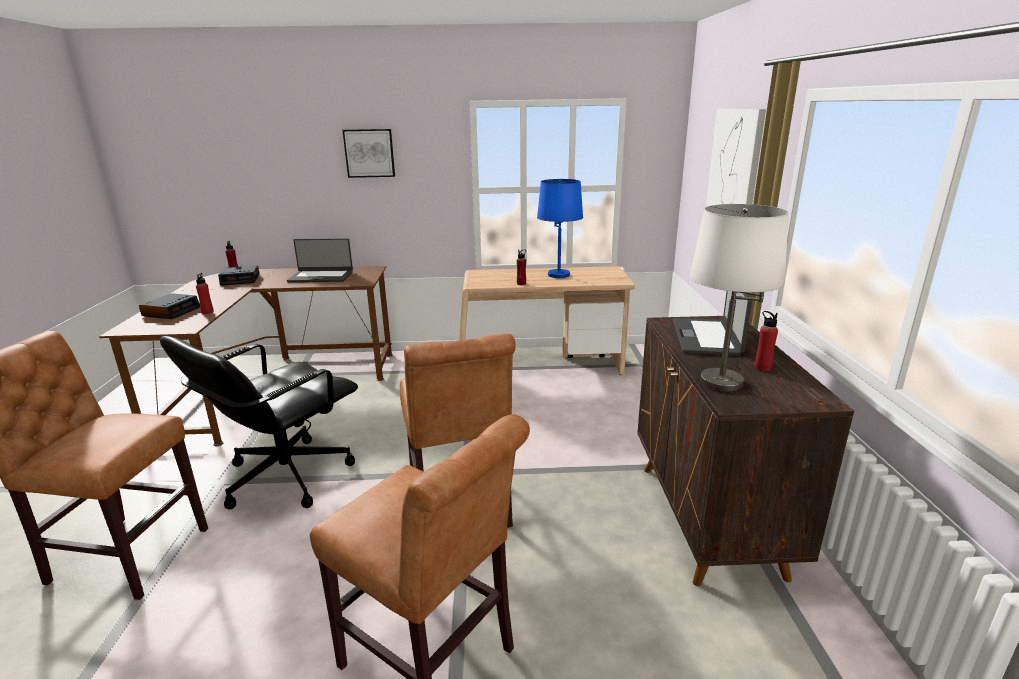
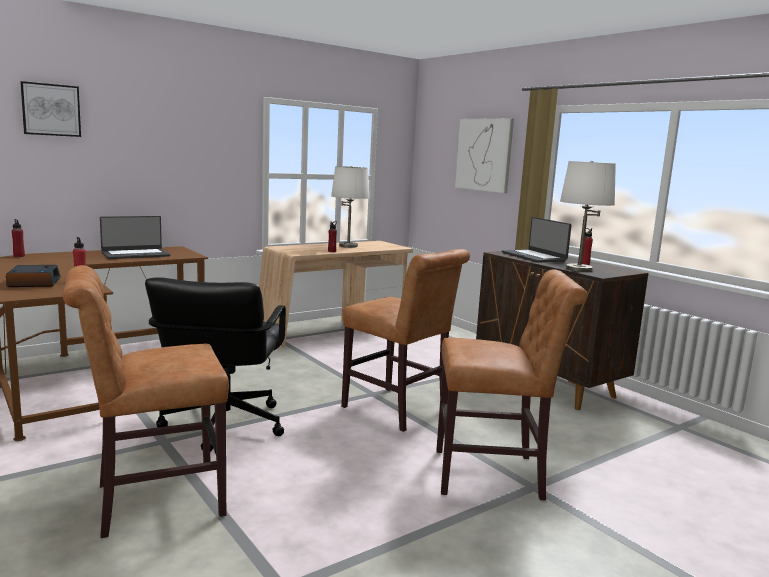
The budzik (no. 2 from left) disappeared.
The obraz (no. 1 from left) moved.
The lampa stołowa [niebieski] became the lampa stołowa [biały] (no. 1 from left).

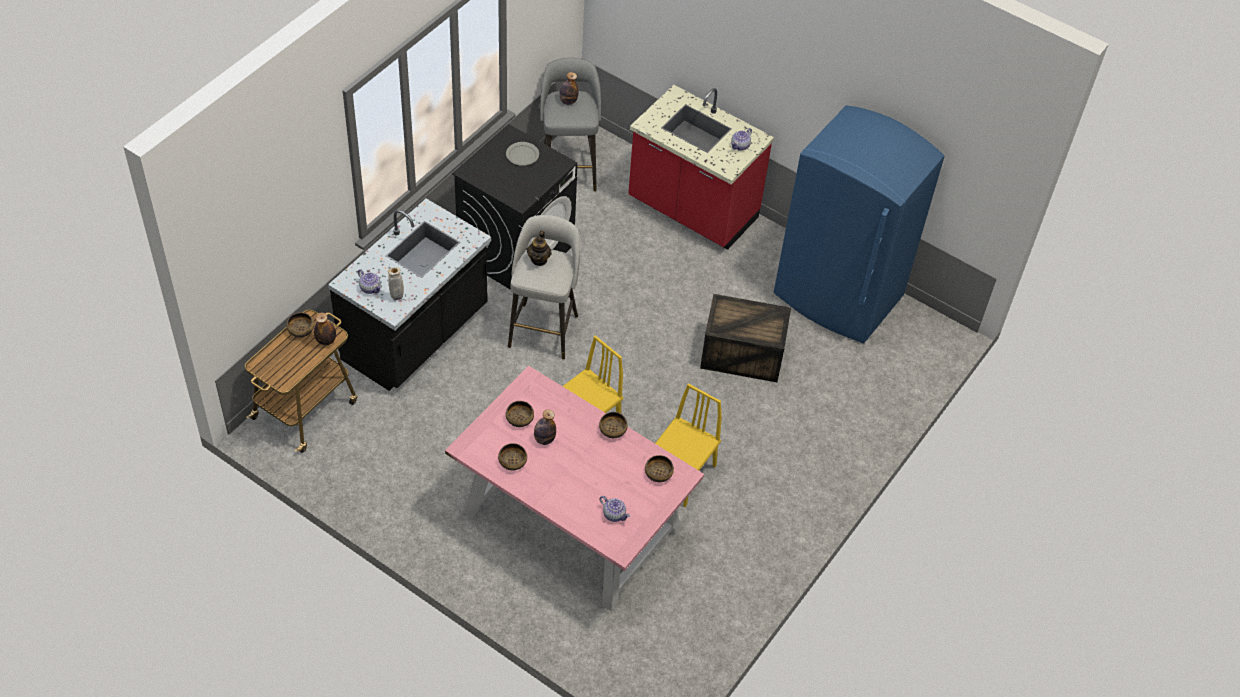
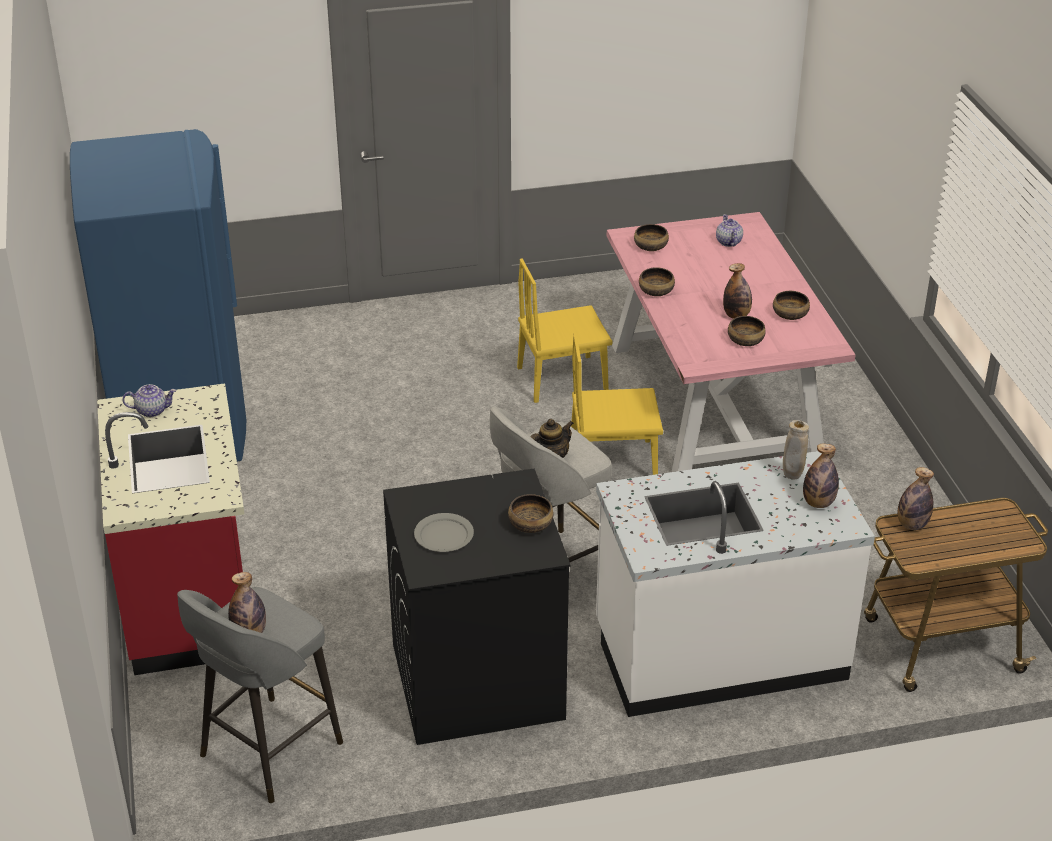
The miska (no. 1 from left) moved.
The zabudowa kuchenna [czarny] became the zabudowa kuchenna [biały].
The imbryk (no. 1 from left) was replaced by the butelka (no. 3 from left).
The skrzynka disappeared.

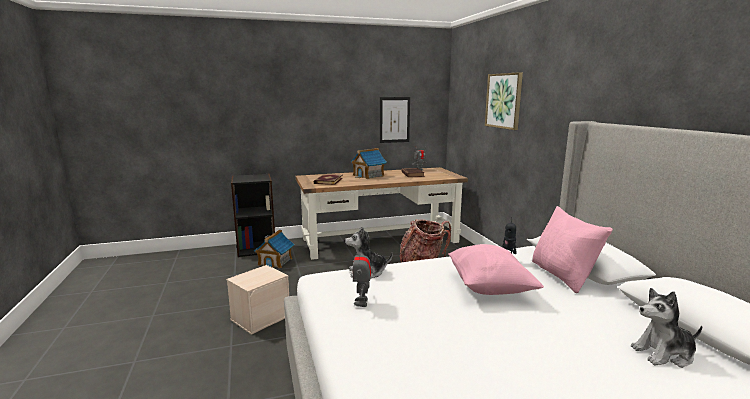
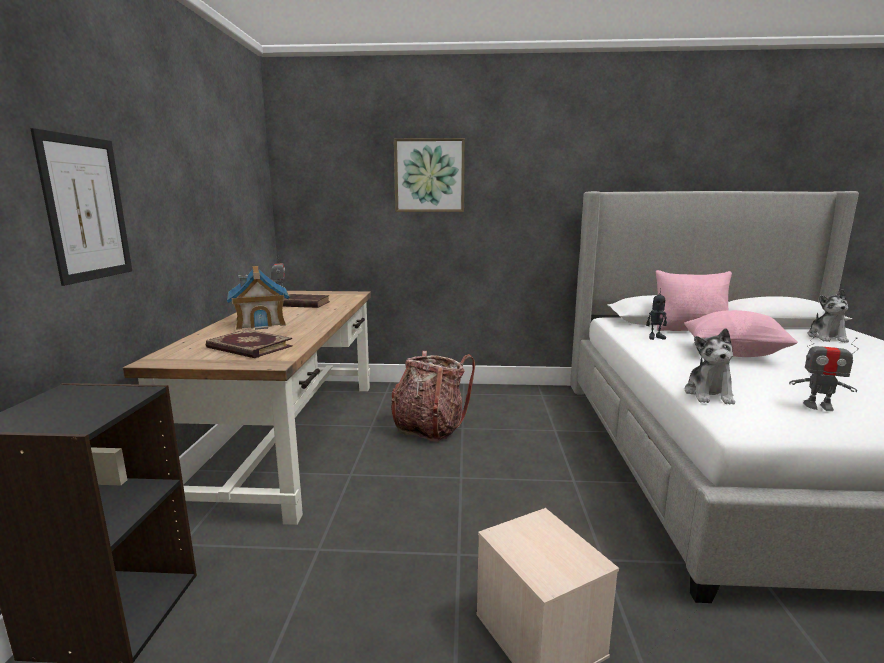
The domek (no. 1 from left) disappeared.
The obraz (no. 1 from left) moved.

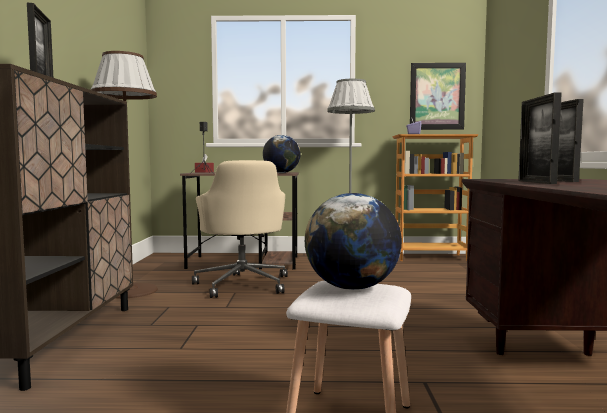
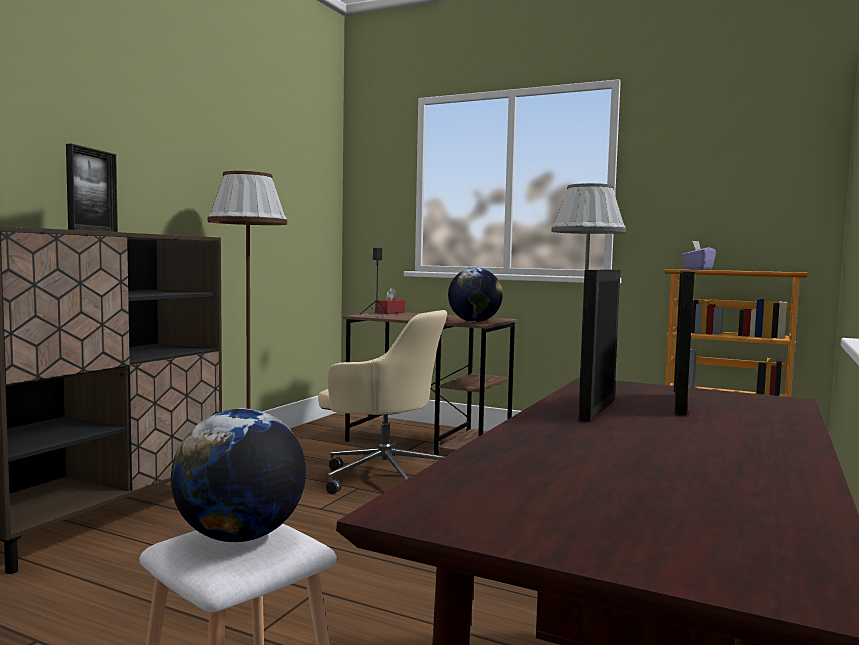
The krzesło biurowe [beżowy] turned 75 degrees counterclockwise.
The obraz disappeared.

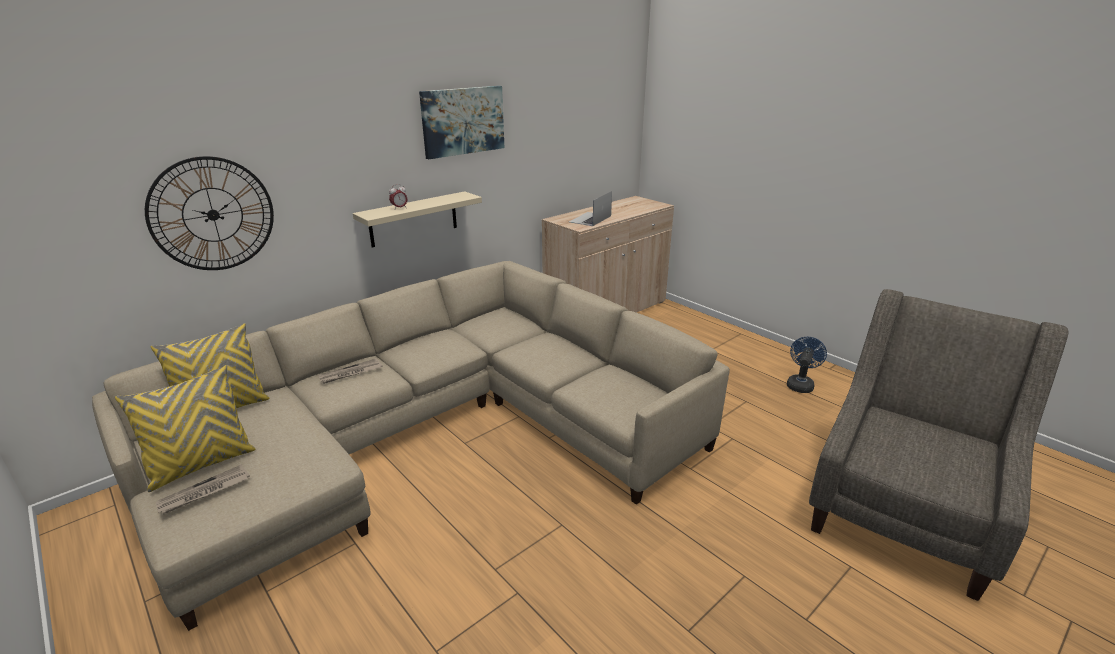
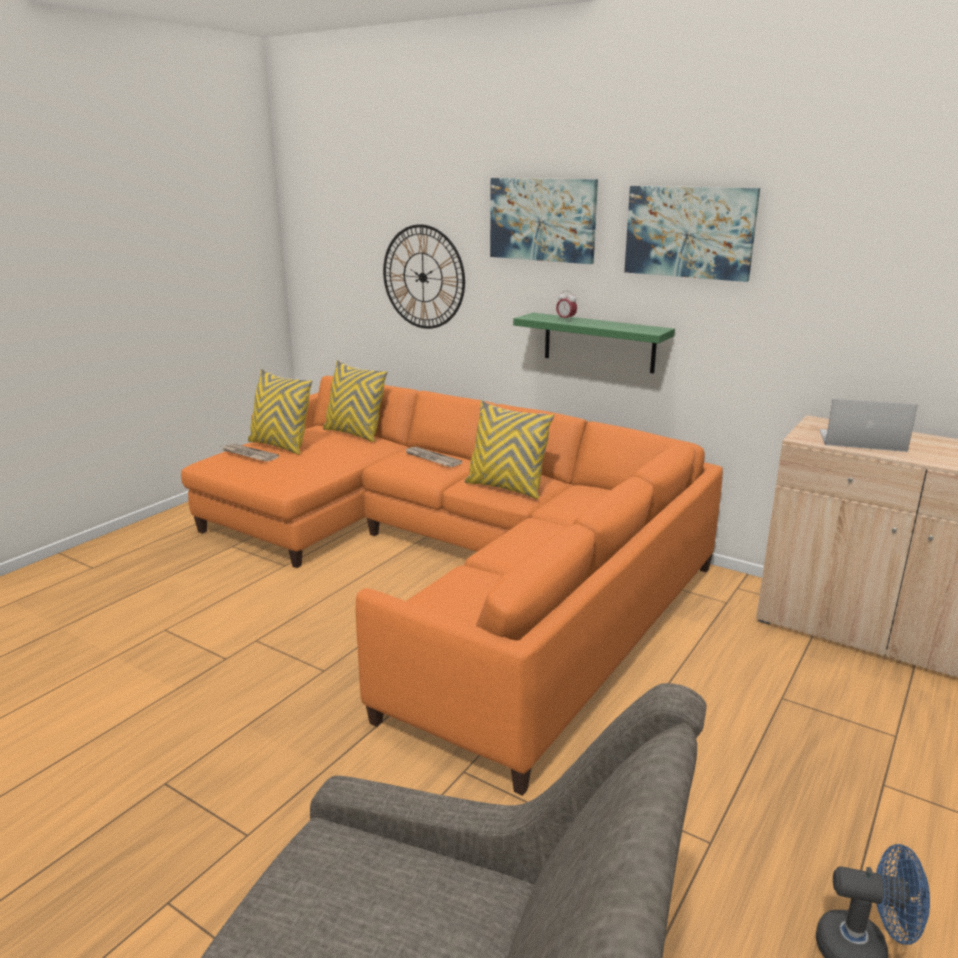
The kanapa [beżowy] became the kanapa [pomarańczowy].
The półka [beżowy] became the półka [zielony].
The poduszka [żółty] (no. 3 from left) appeared.
The obraz (no. 1 from left) appeared.

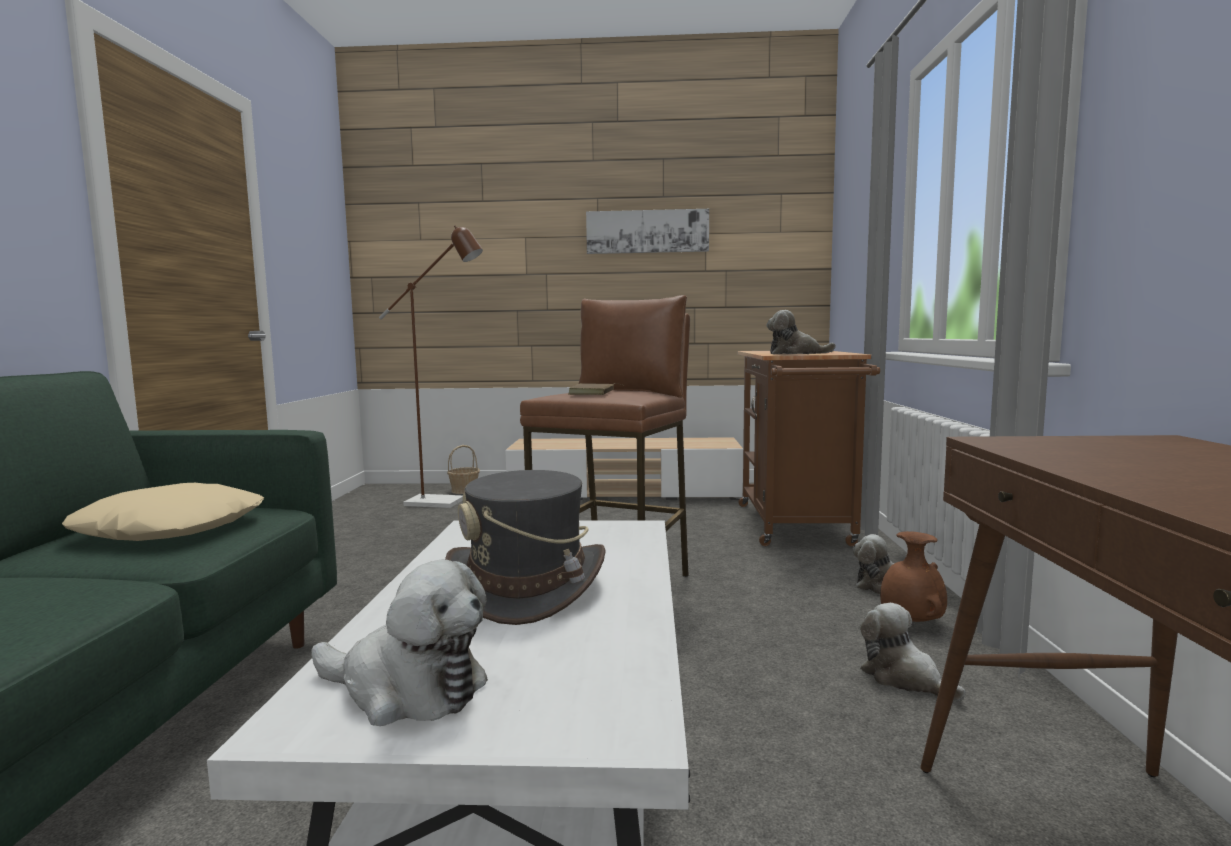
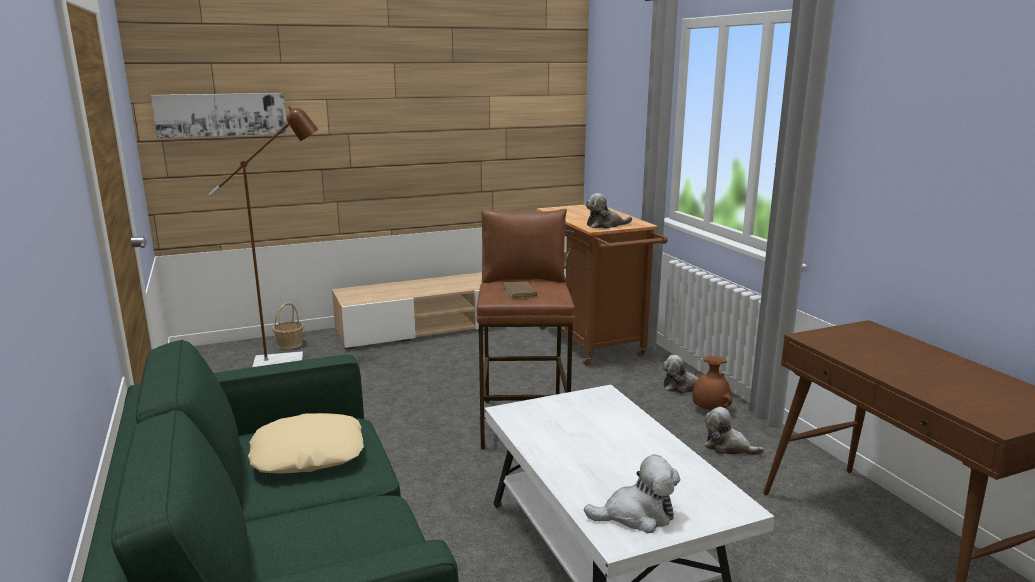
The kapelusz [szary] disappeared.
The obraz moved.

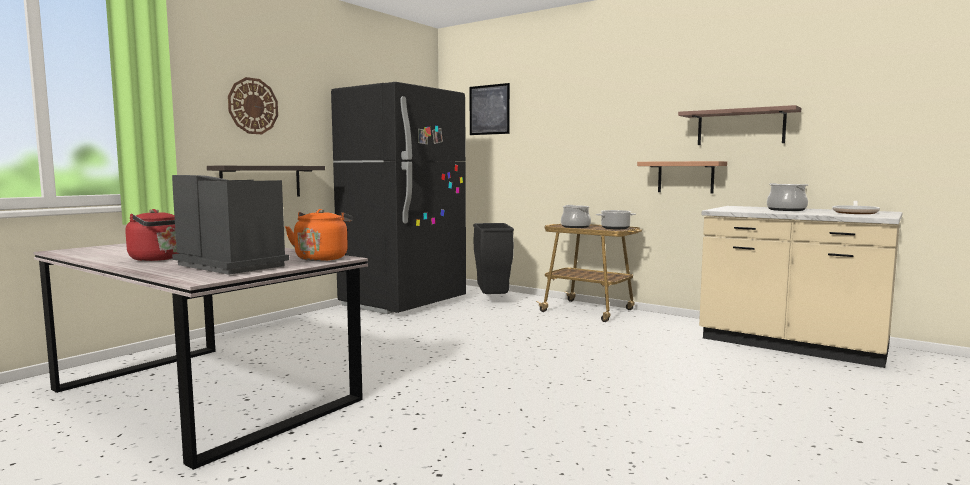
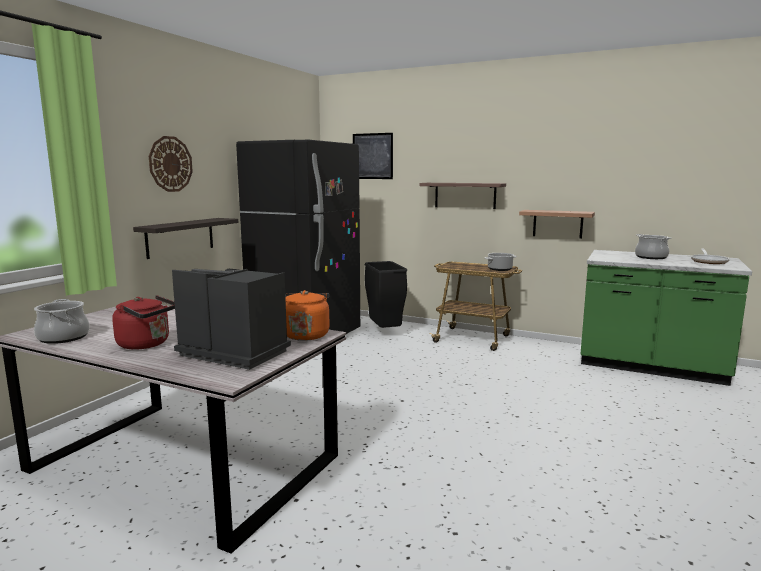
The garnek (no. 1 from left) moved.
The półka (no. 3 from left in the first image) moved.
The zabudowa kuchenna [beżowy] became the zabudowa kuchenna [zielony].

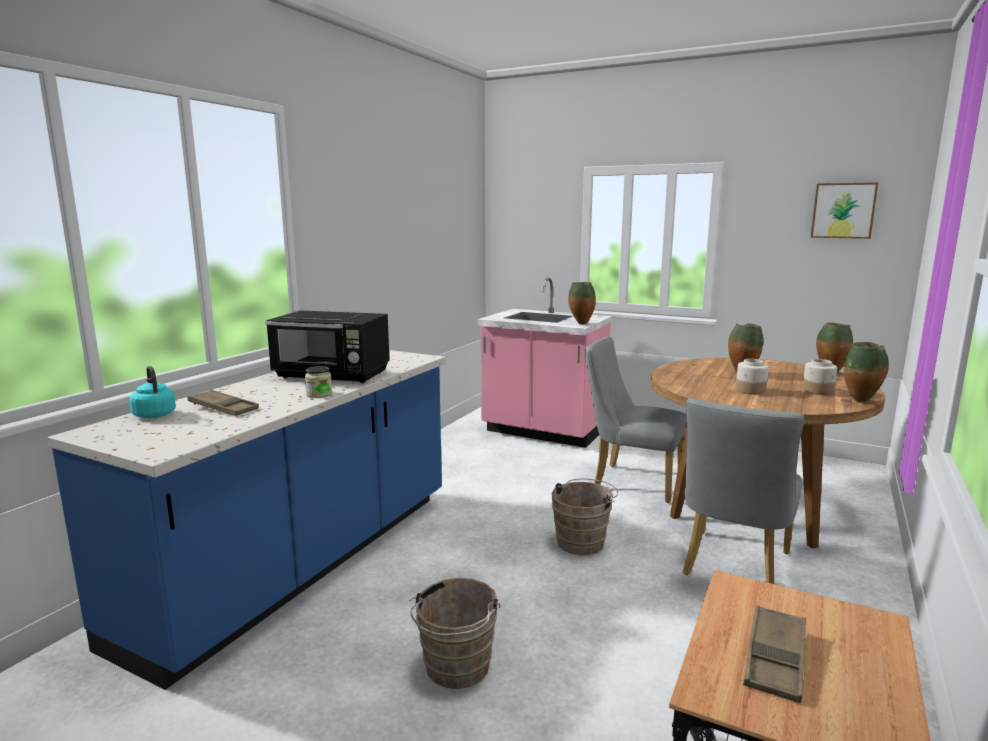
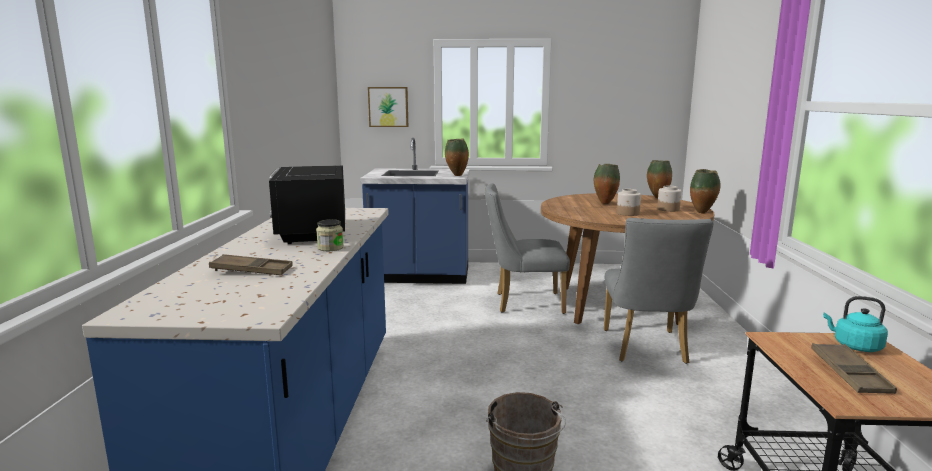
The czajnik [turkusowy] moved.
The mikrofalówka [czarny] turned 90 degrees clockwise.
The zabudowa kuchenna [różowy] became the zabudowa kuchenna [niebieski] (no. 2 from left).
The wiadro [brązowy] (no. 2 from left) disappeared.
The obraz moved.

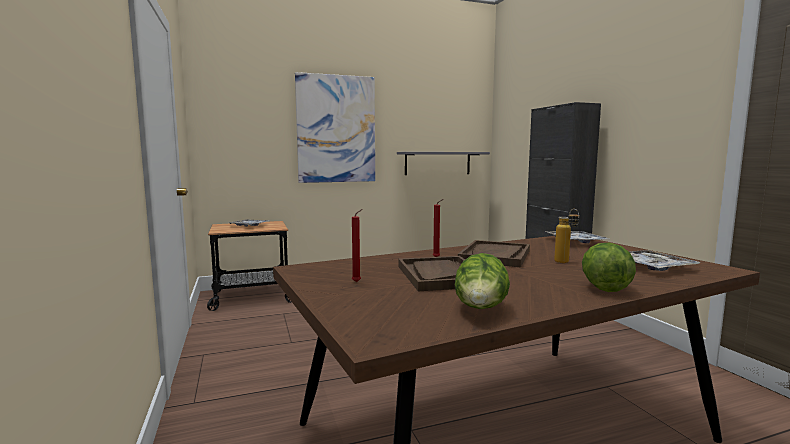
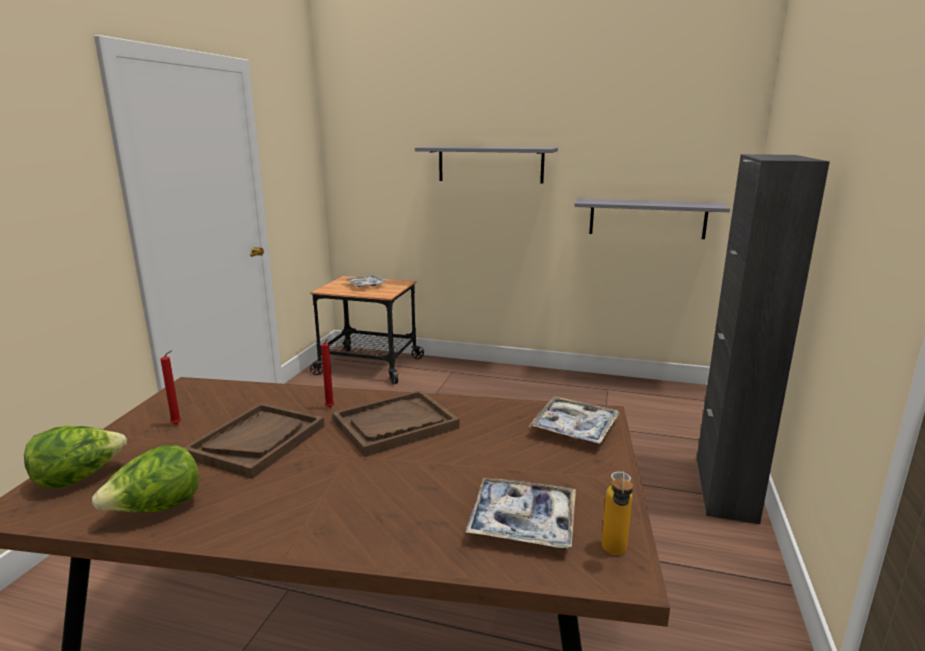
The obraz was replaced by the półka [szary] (no. 1 from left).
The butelka moved.
The sałata (no. 2 from left in the first image) moved.

